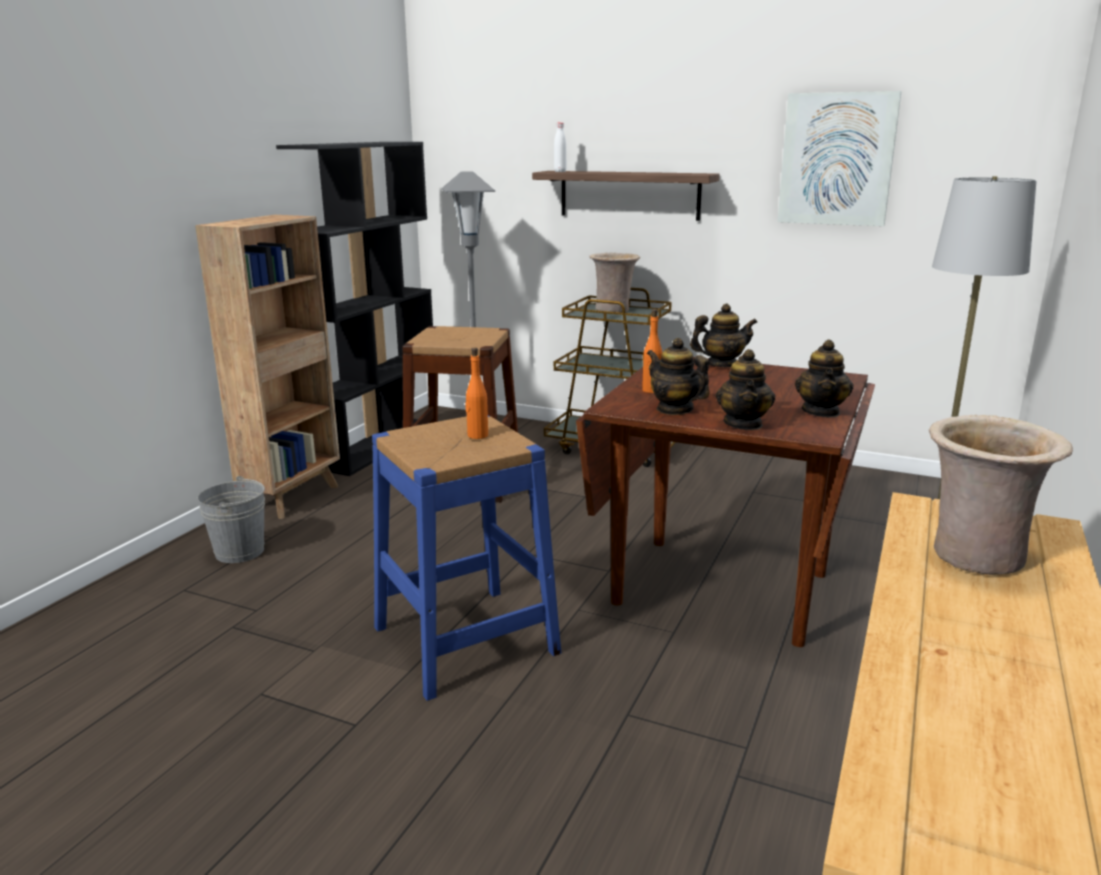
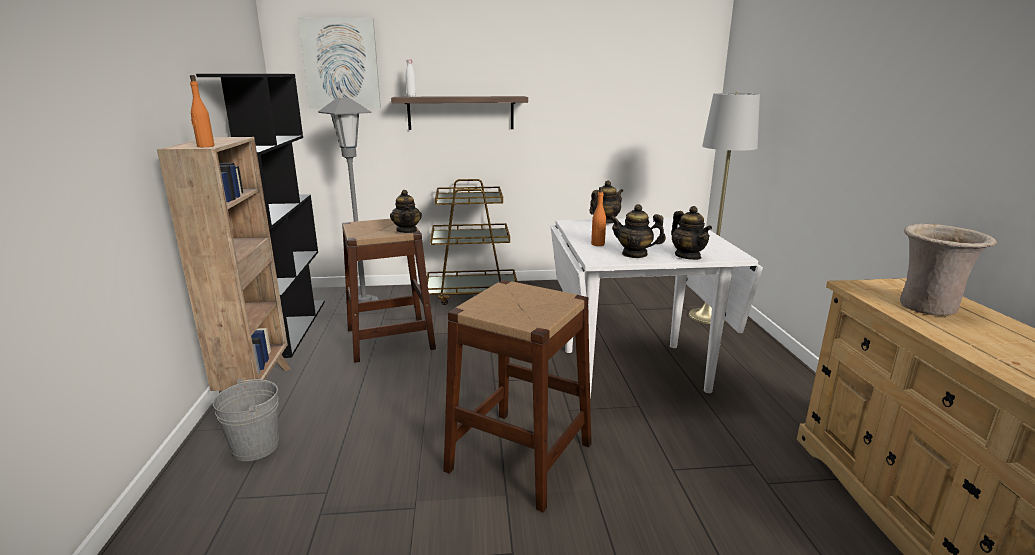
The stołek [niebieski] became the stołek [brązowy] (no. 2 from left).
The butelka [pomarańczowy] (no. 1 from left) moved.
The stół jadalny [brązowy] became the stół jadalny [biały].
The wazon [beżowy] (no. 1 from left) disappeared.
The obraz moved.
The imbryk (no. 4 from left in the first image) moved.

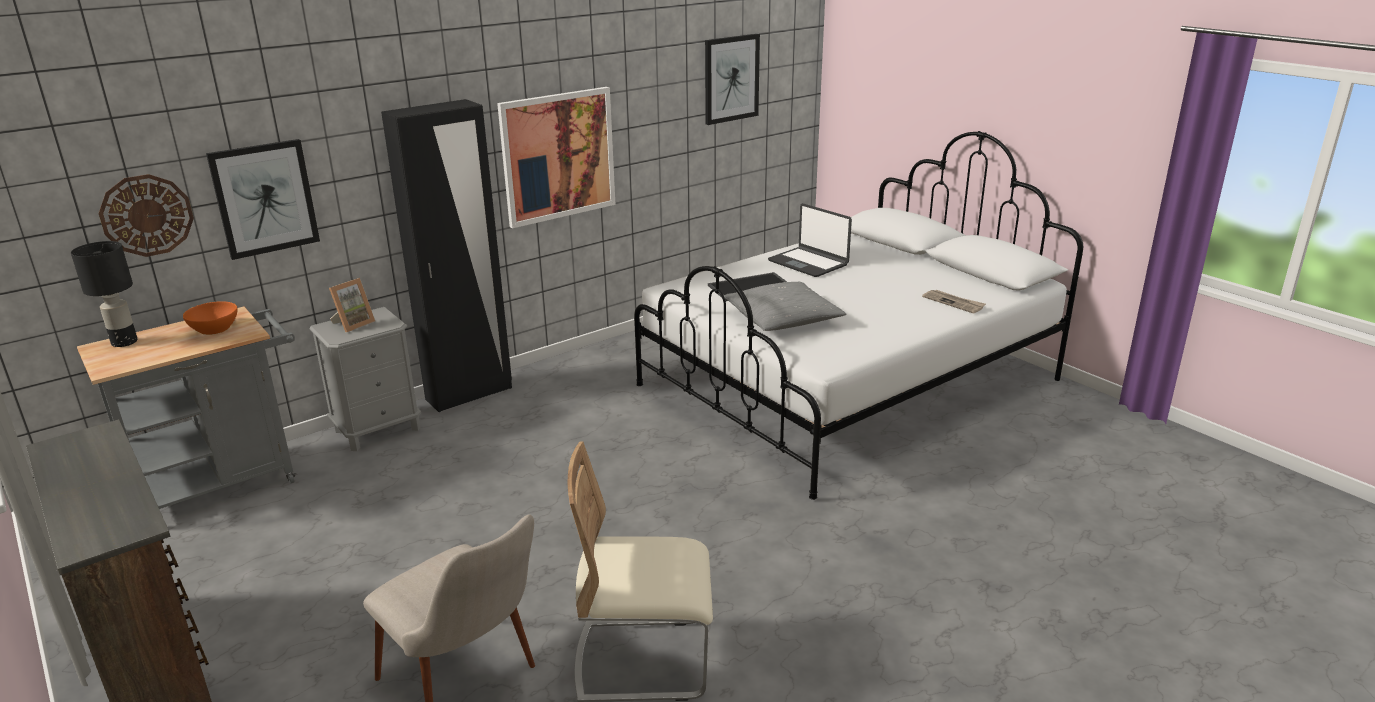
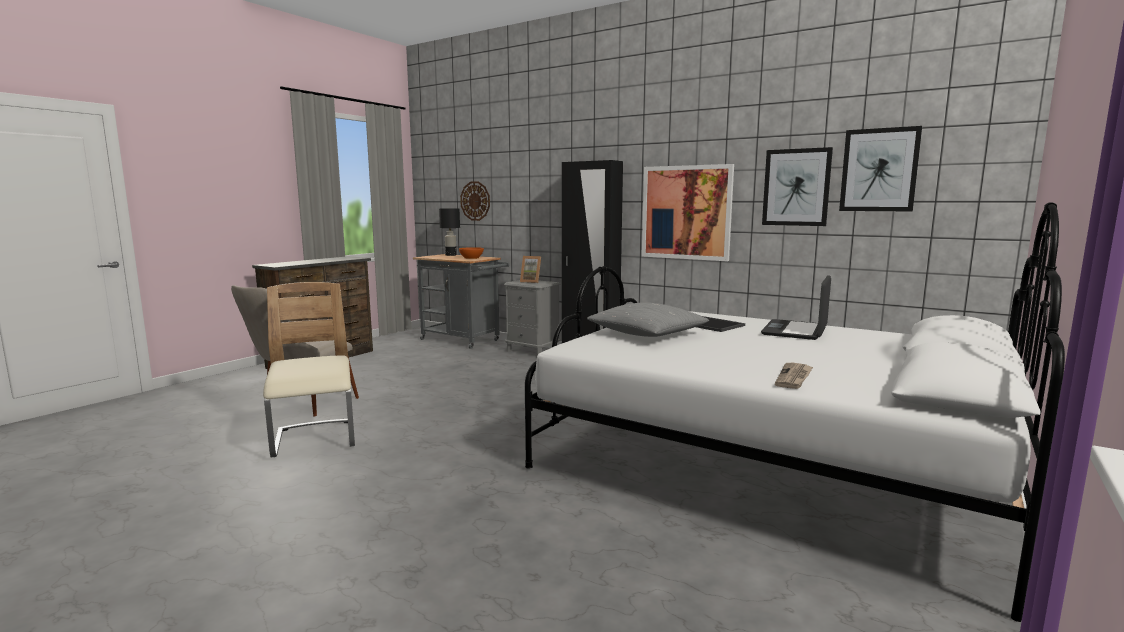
The obraz (no. 1 from left in the first image) moved.

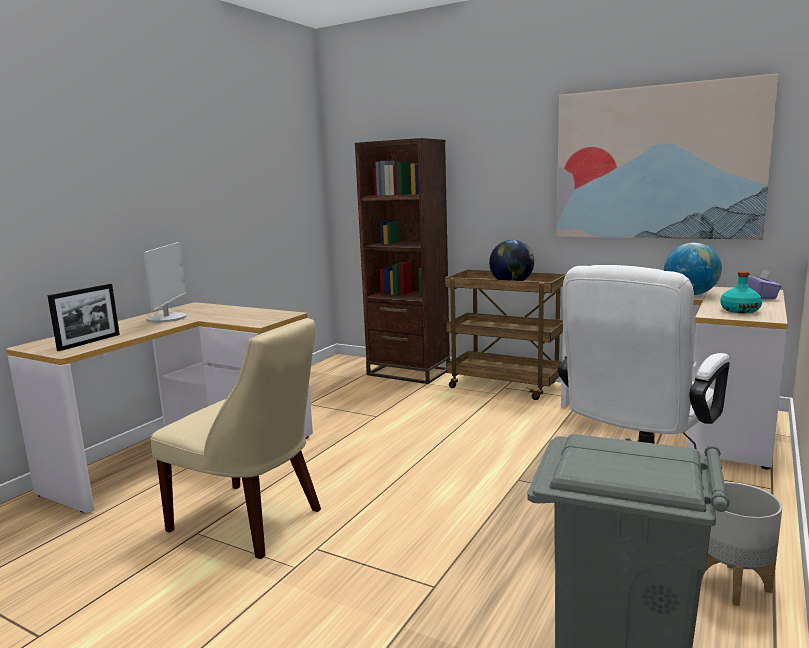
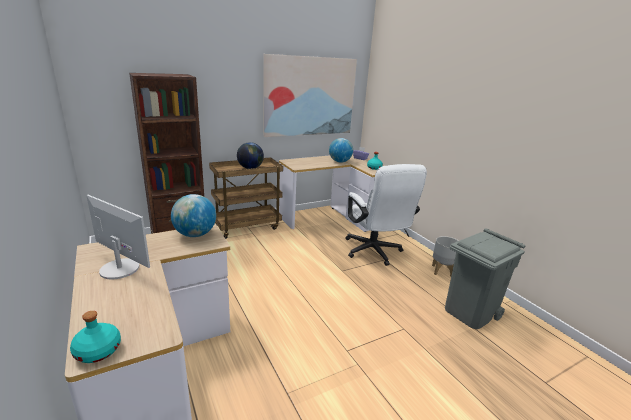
The ramka na zdjęcie disappeared.
The krzesło [beżowy] disappeared.
The butelka [turkusowy] (no. 1 from left) appeared.
The globus (no. 1 from left) appeared.

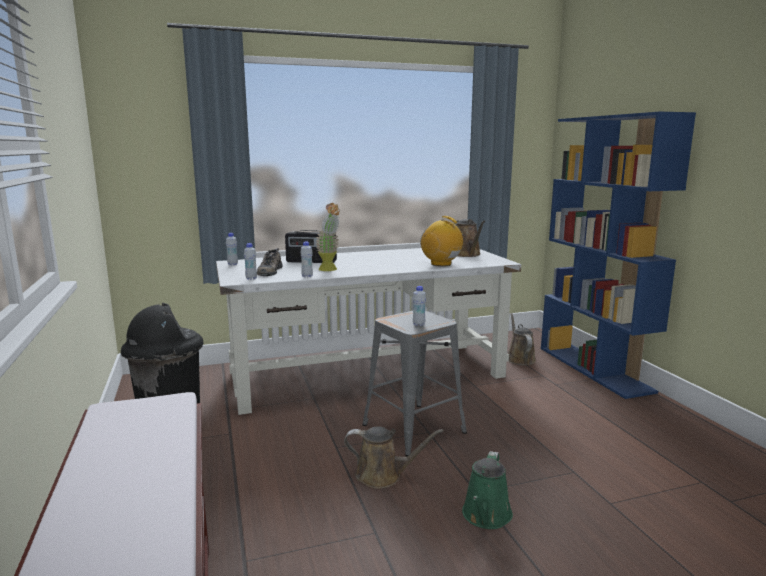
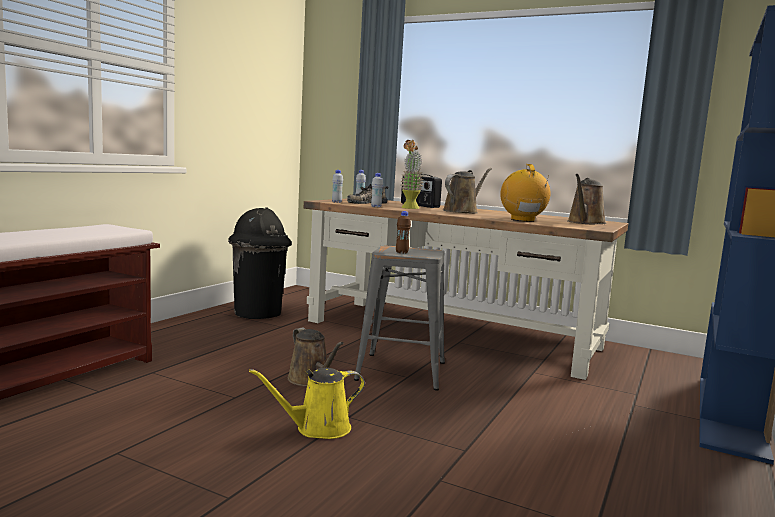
The biurko [biały] became the biurko [brązowy].
The butelka [biały] (no. 4 from left) became the butelka [brązowy].
The konewka [zielony] became the konewka [żółty].
The konewka [brązowy] (no. 3 from left in the first image) moved.

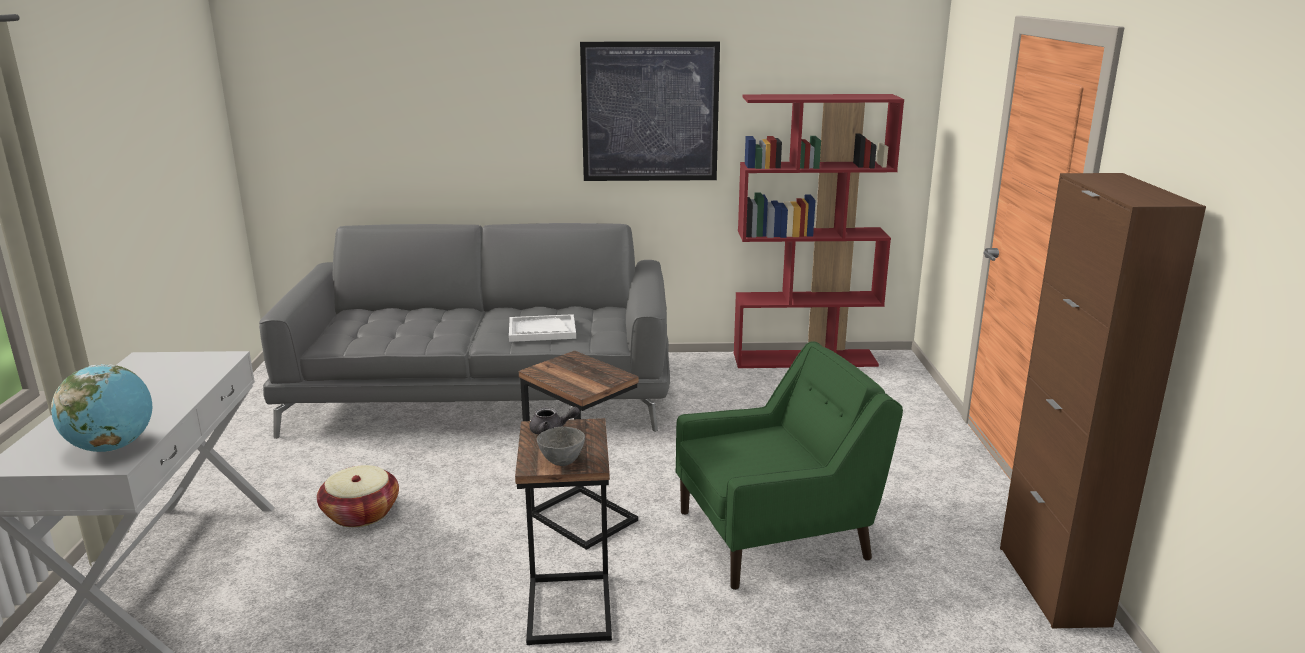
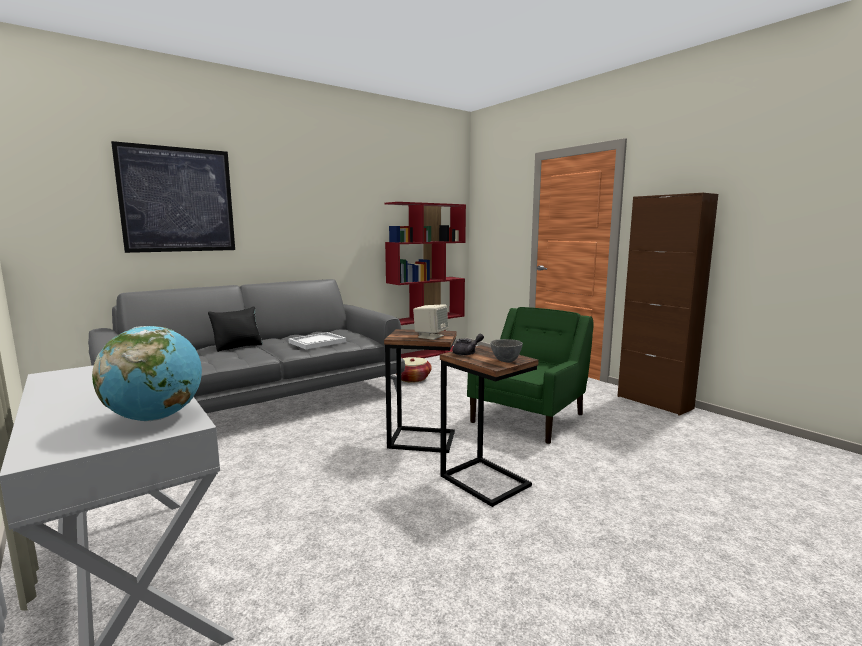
The koszyk moved.
The obraz moved.
The poduszka [czarny] appeared.
The głośnik [beżowy] appeared.

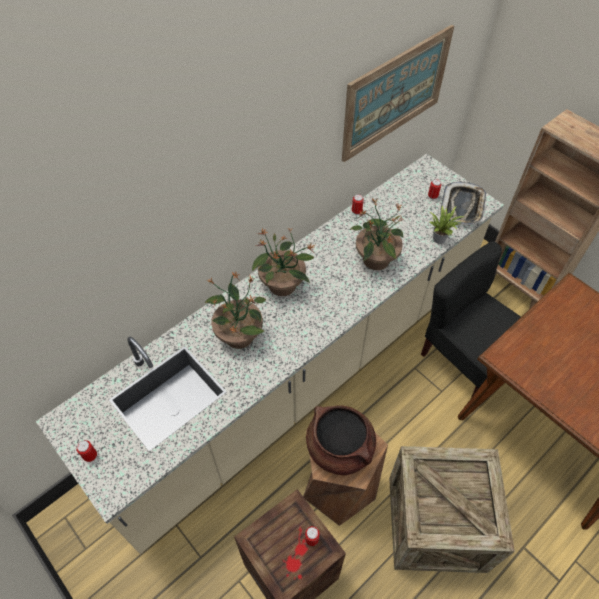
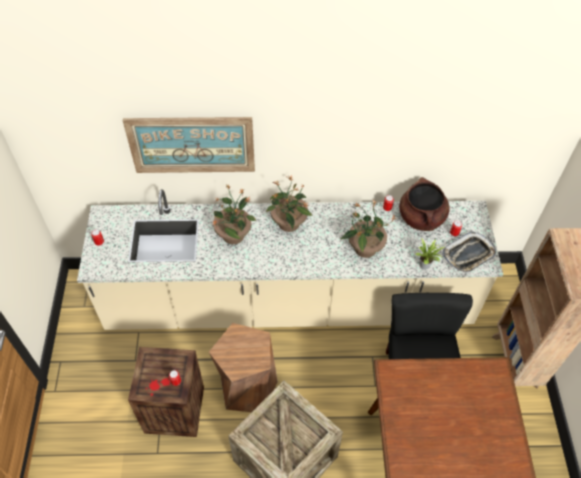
The garnek [brązowy] moved.
The obraz moved.

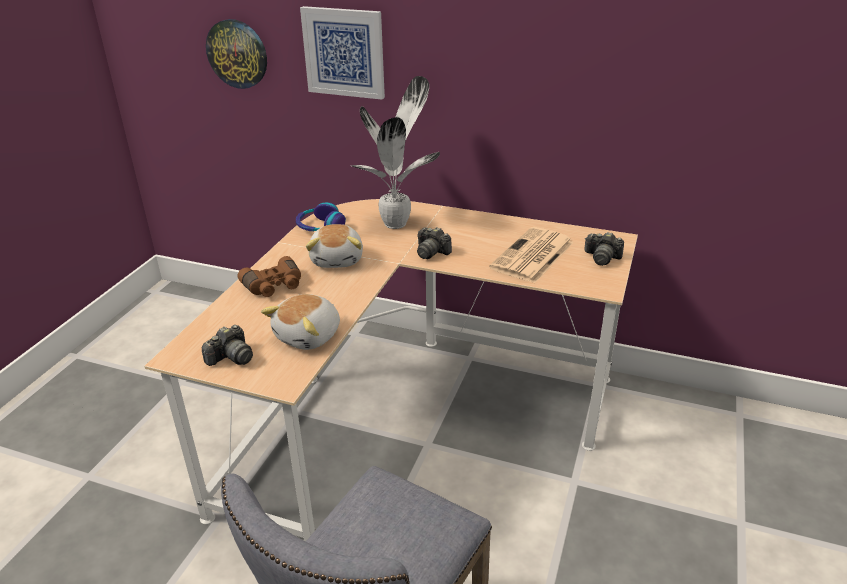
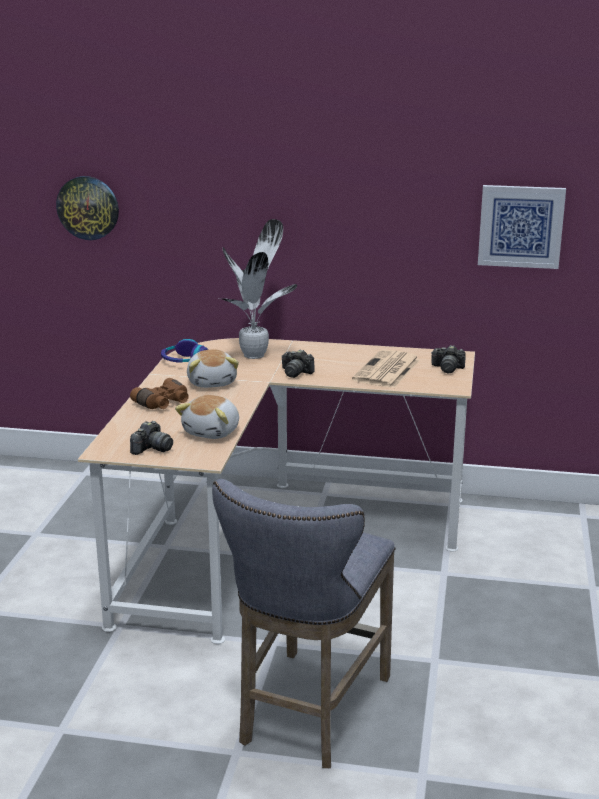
The obraz moved.

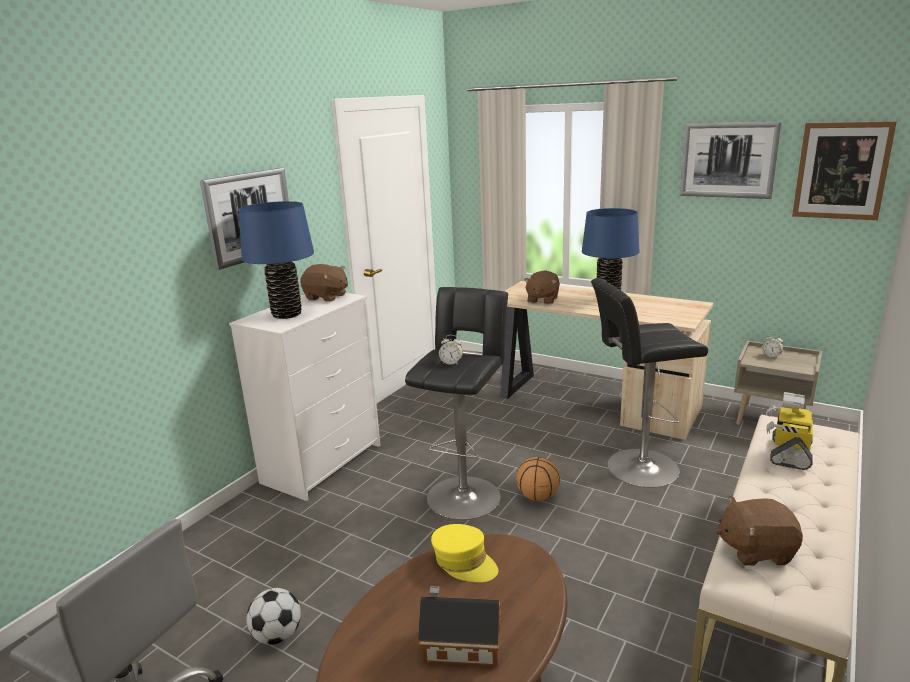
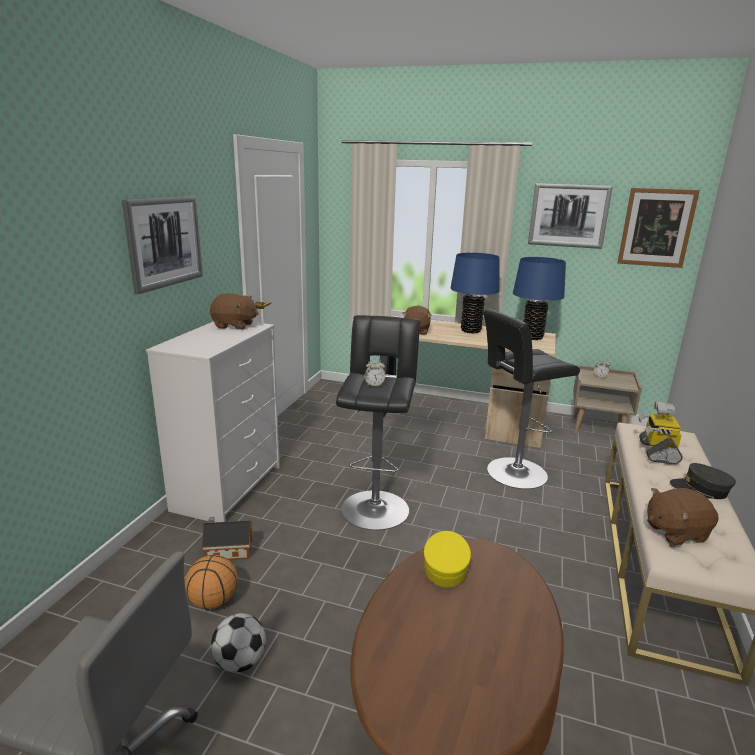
The lampa stołowa [niebieski] (no. 1 from left in the first image) moved.
The domek moved.
The czapka z daszkiem [żółty] turned 105 degrees counterclockwise.
The piłka do koszykówki moved.
The czapka z daszkiem [szary] appeared.

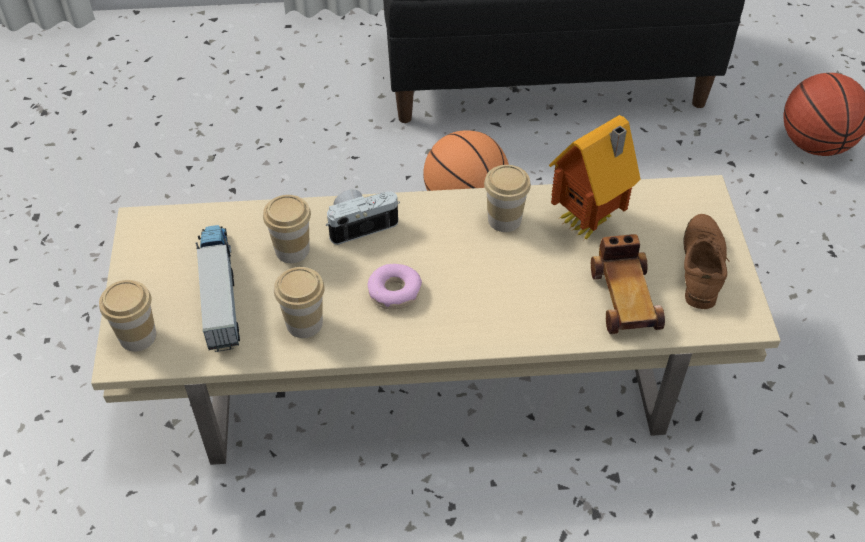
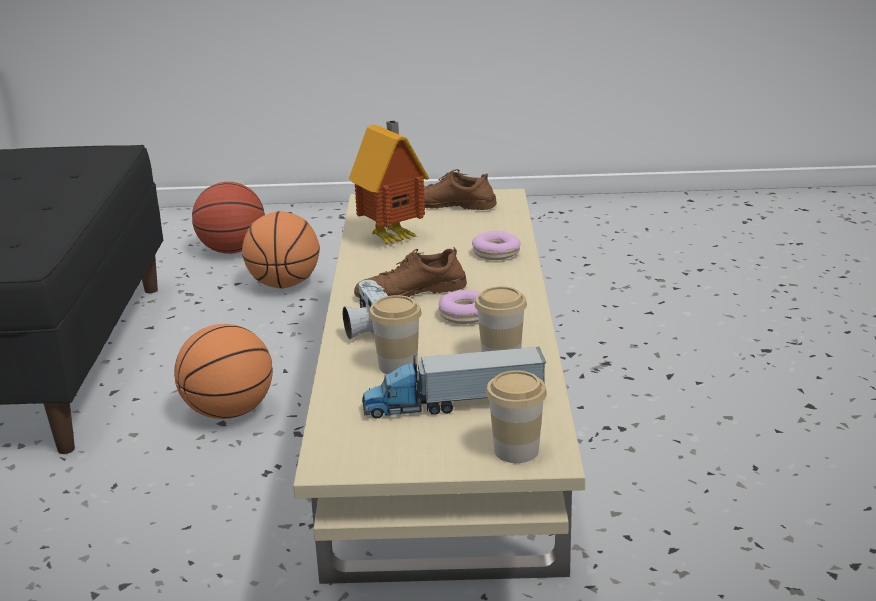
The filiżanka (no. 4 from left) disappeared.
The samochodzik disappeared.
The piłka do koszykówki (no. 3 from left) appeared.
The but [brązowy] (no. 1 from left) appeared.
The donut (no. 2 from left) appeared.

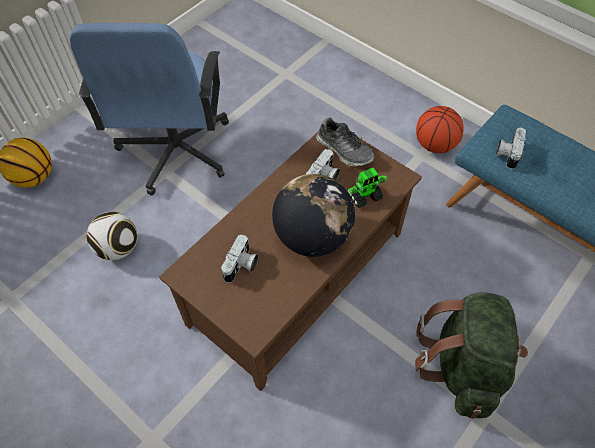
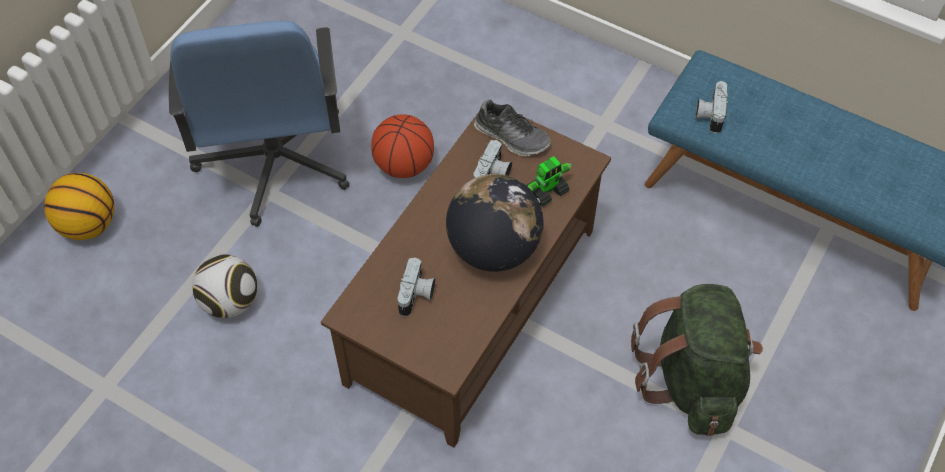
The piłka do koszykówki (no. 2 from left) moved.

